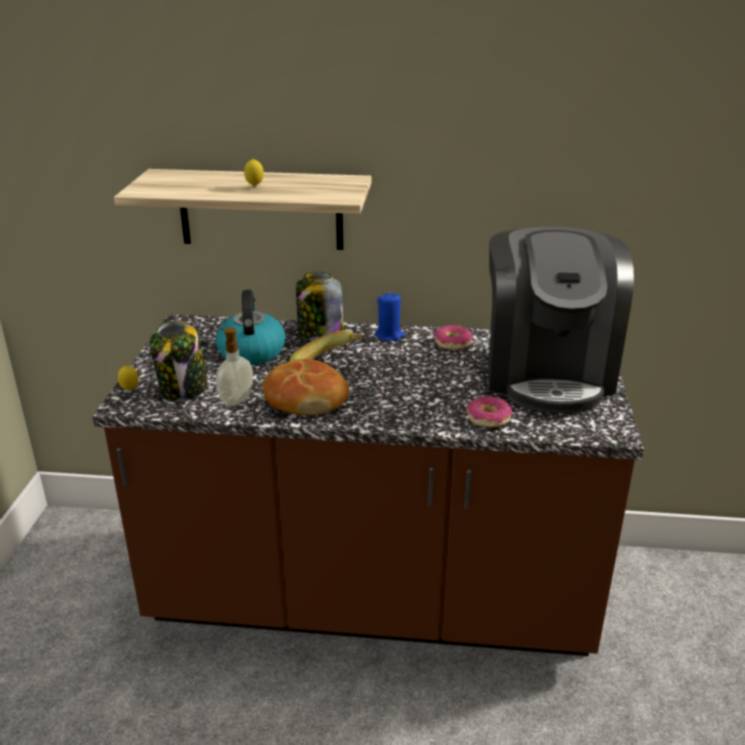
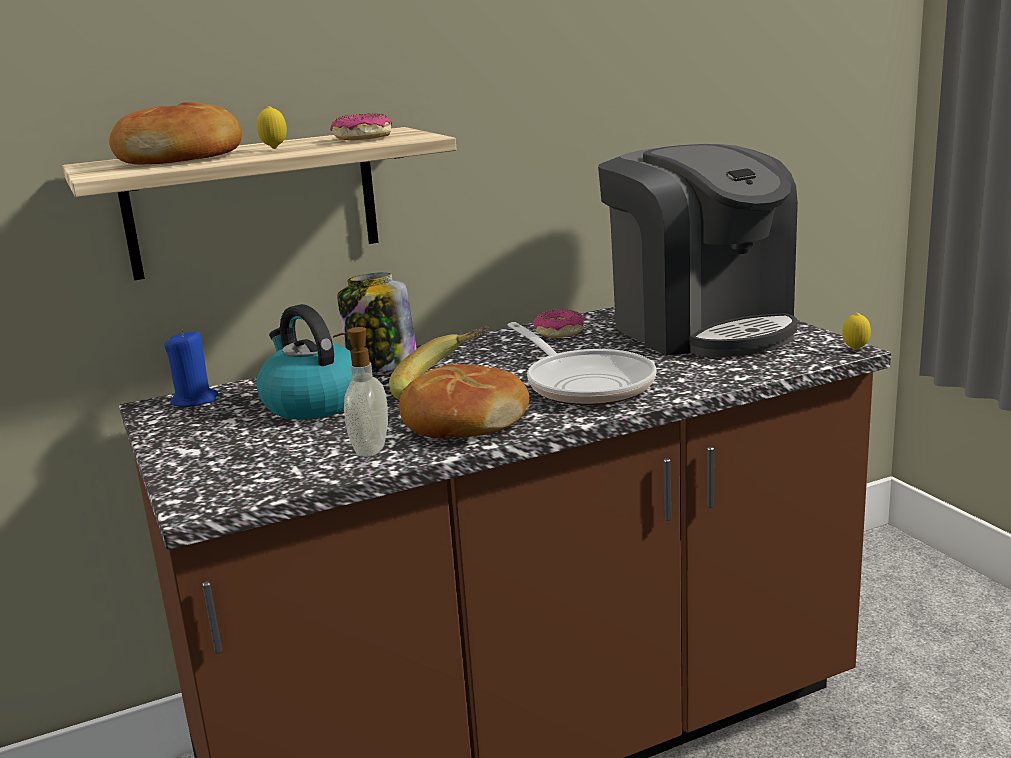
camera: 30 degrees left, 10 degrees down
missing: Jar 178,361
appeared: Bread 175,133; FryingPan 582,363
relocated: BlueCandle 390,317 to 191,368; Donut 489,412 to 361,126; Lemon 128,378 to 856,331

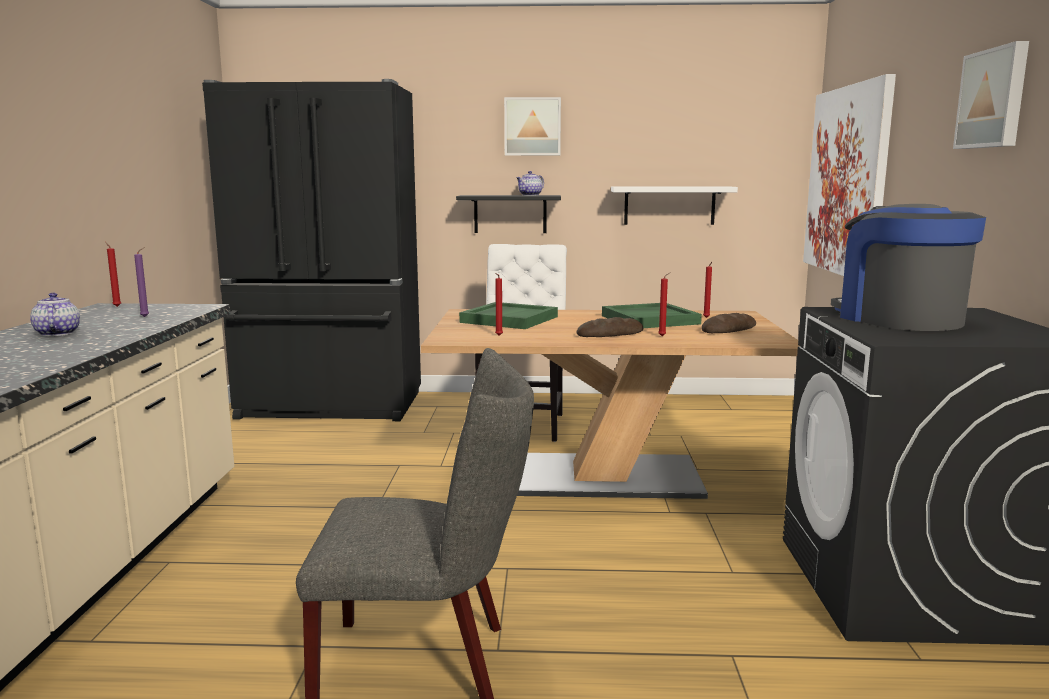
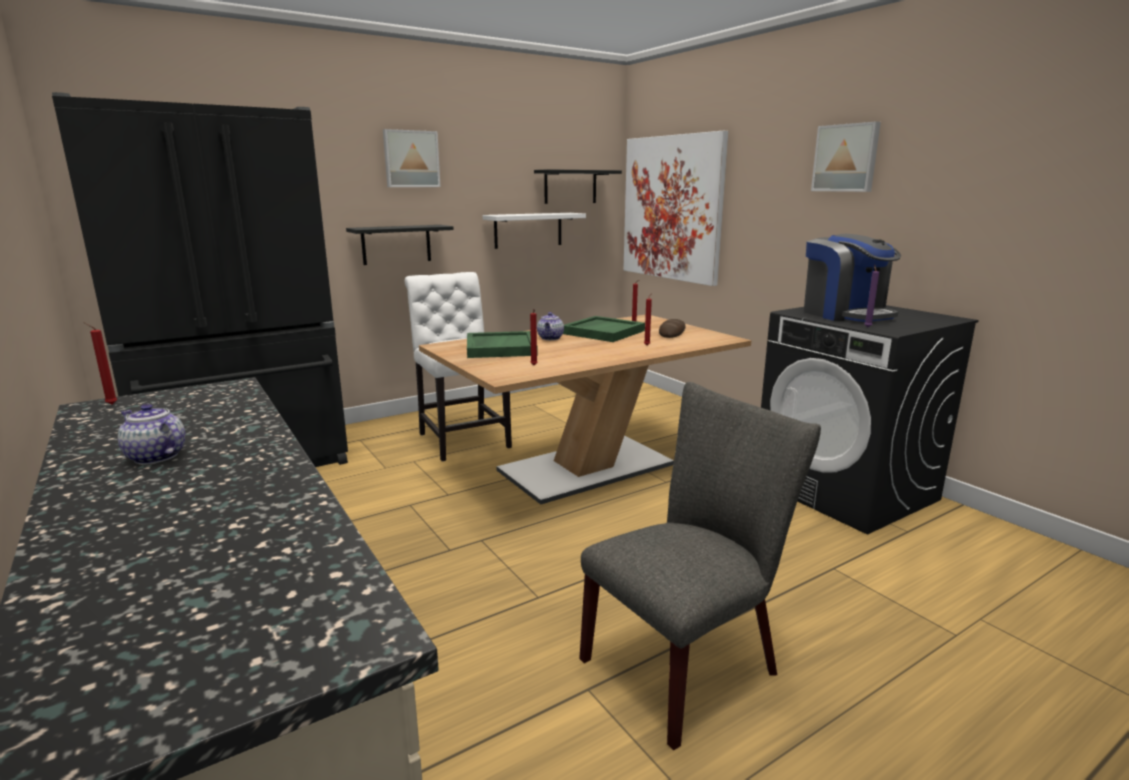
camera: 35 degrees left, 5 degrees up
missing: Bread 610,327
appeared: BlackShelf 578,186
relocated: Teapot 530,183 to 550,326; PurpleCandle 141,282 to 871,296
spun: CoffeeMachine 908,267 = 852,278 150 degrees counterclockwise

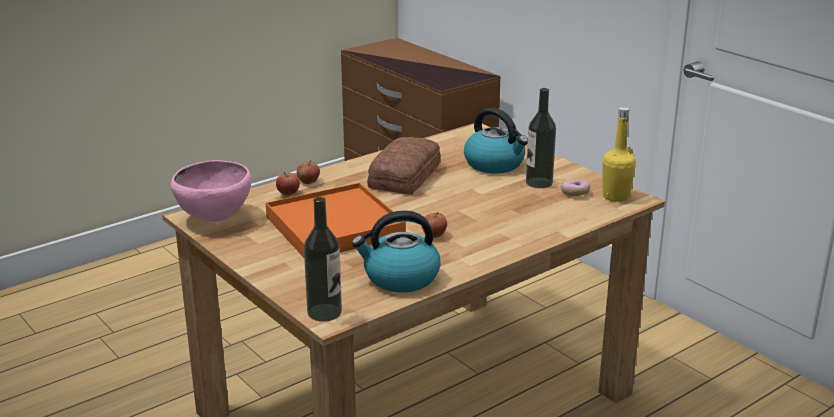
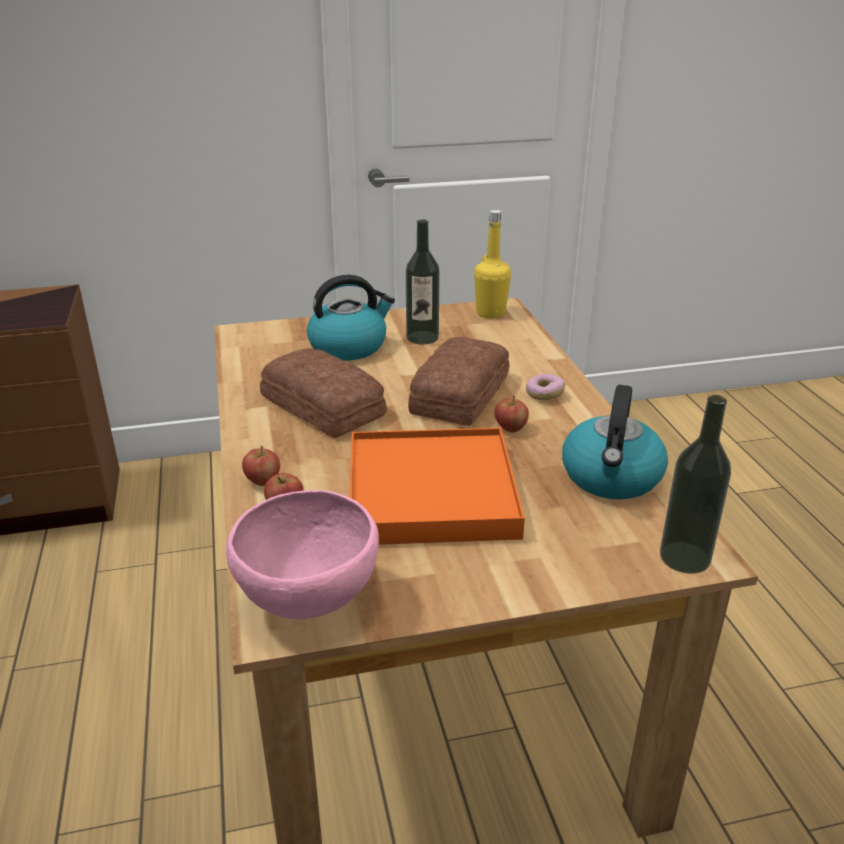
camera: 65 degrees left, 5 degrees up
appeared: Bread 459,381
relocated: Donut 575,188 to 545,387

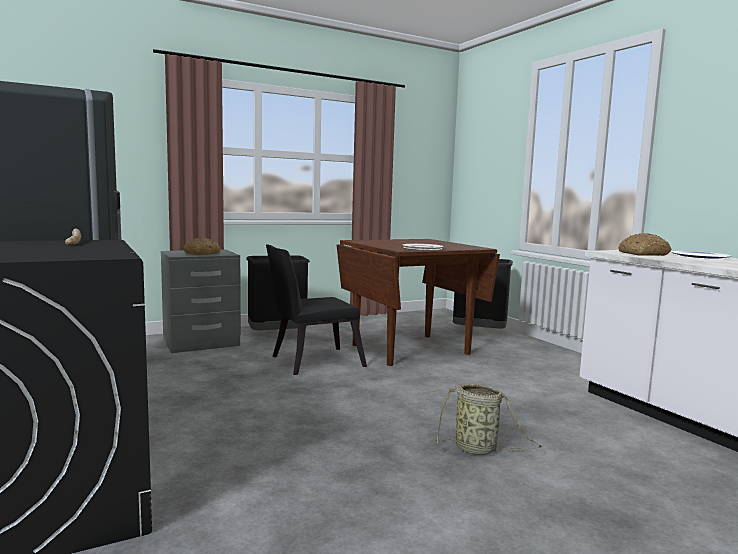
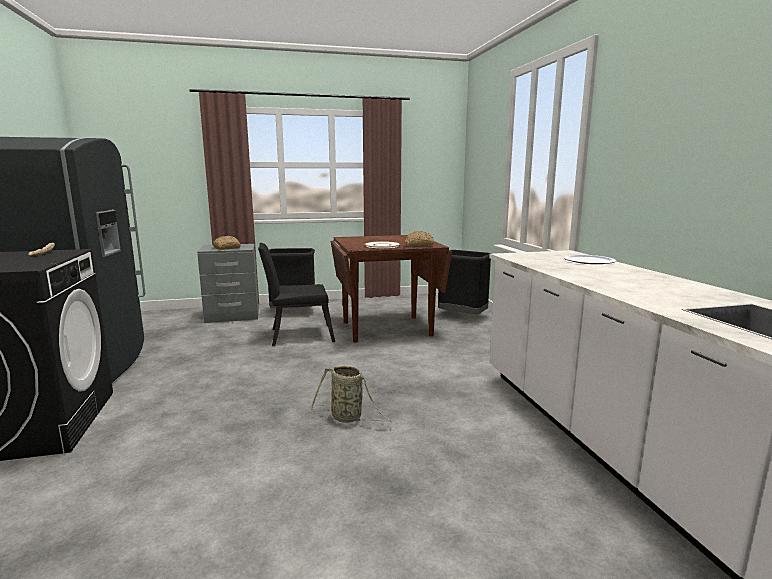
camera: 15 degrees right, 5 degrees up
relocated: Bread 644,244 to 419,239

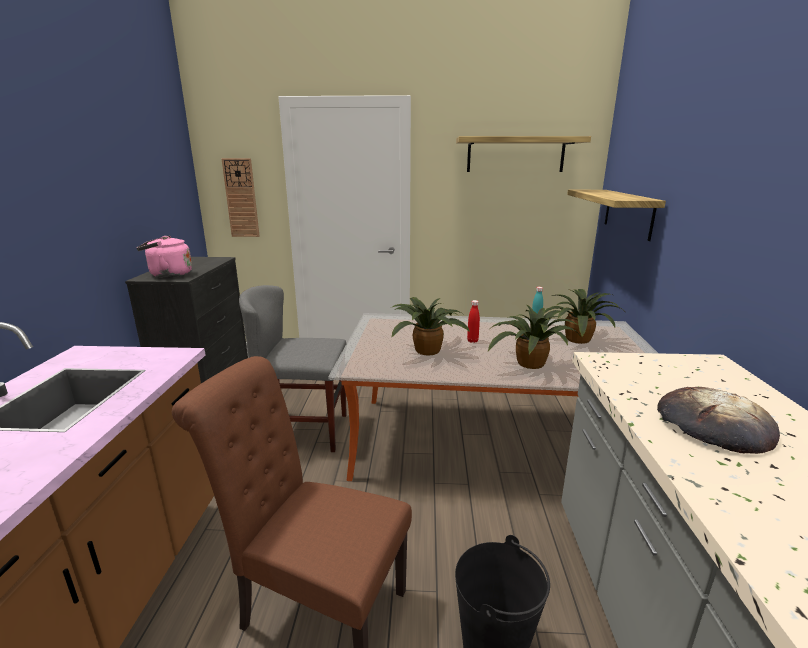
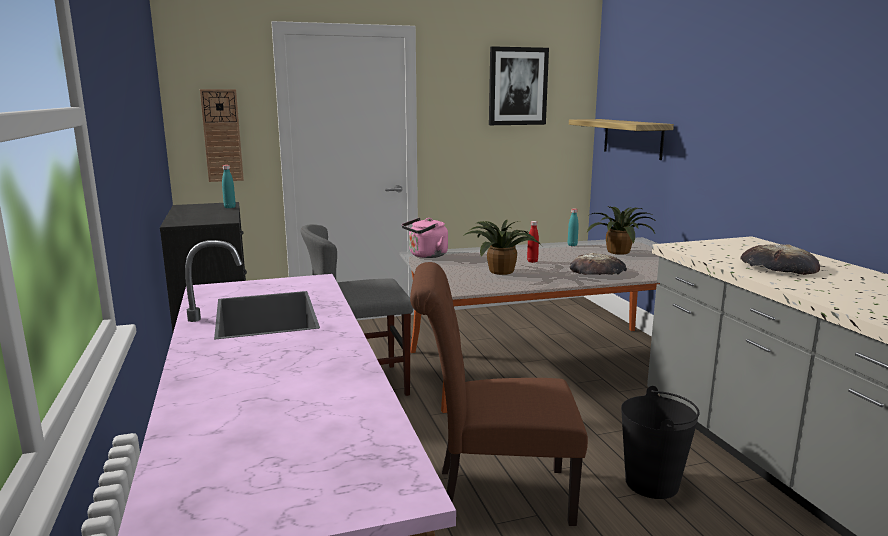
camera: 20 degrees left, 5 degrees down
appeared: TurquoiseBottle 229,186
relocated: PinkKettle 164,257 to 425,238
exchanged: Shelf 523,154 to Picture 519,85; PottedPlant 534,337 to Bread 598,264

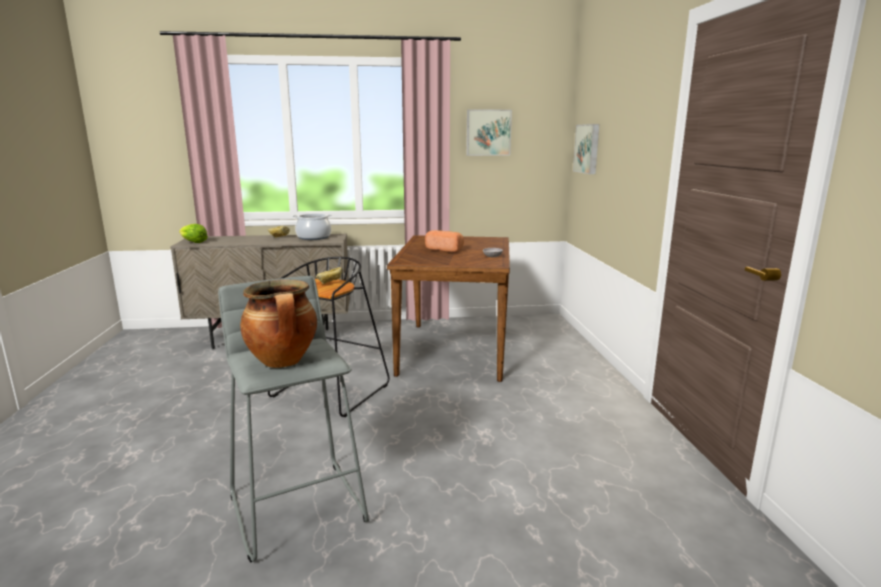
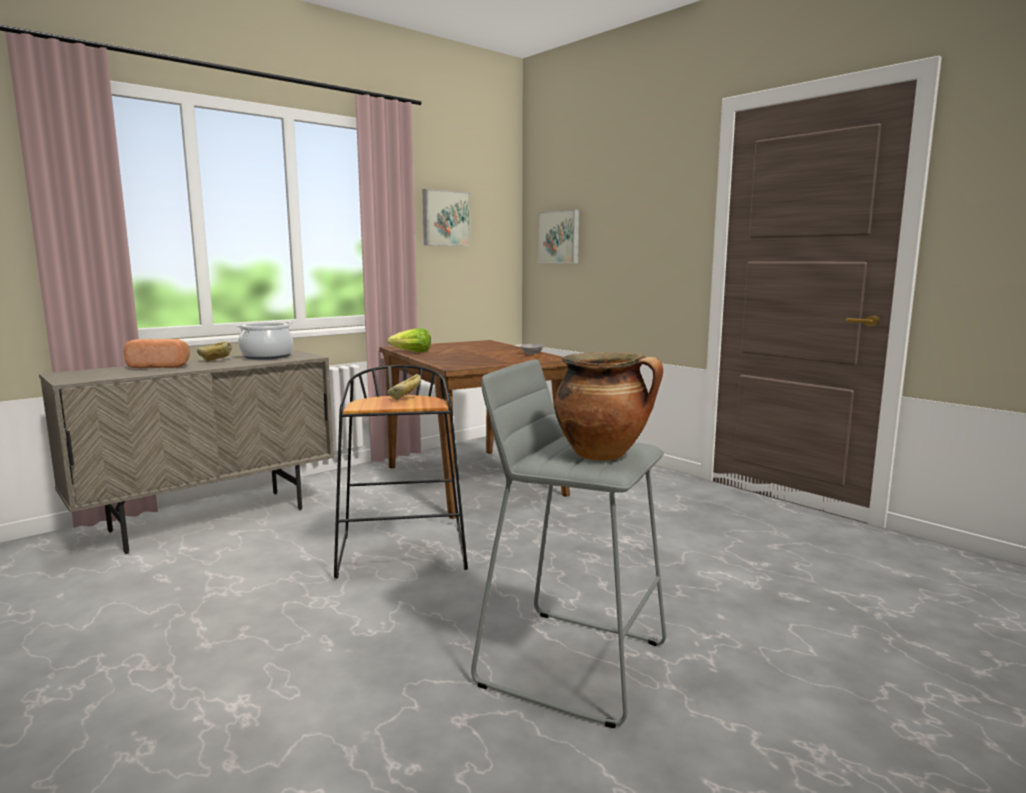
camera: 35 degrees left, 5 degrees down
relocated: Bread 444,241 to 157,353; Lettuce 193,233 to 409,340

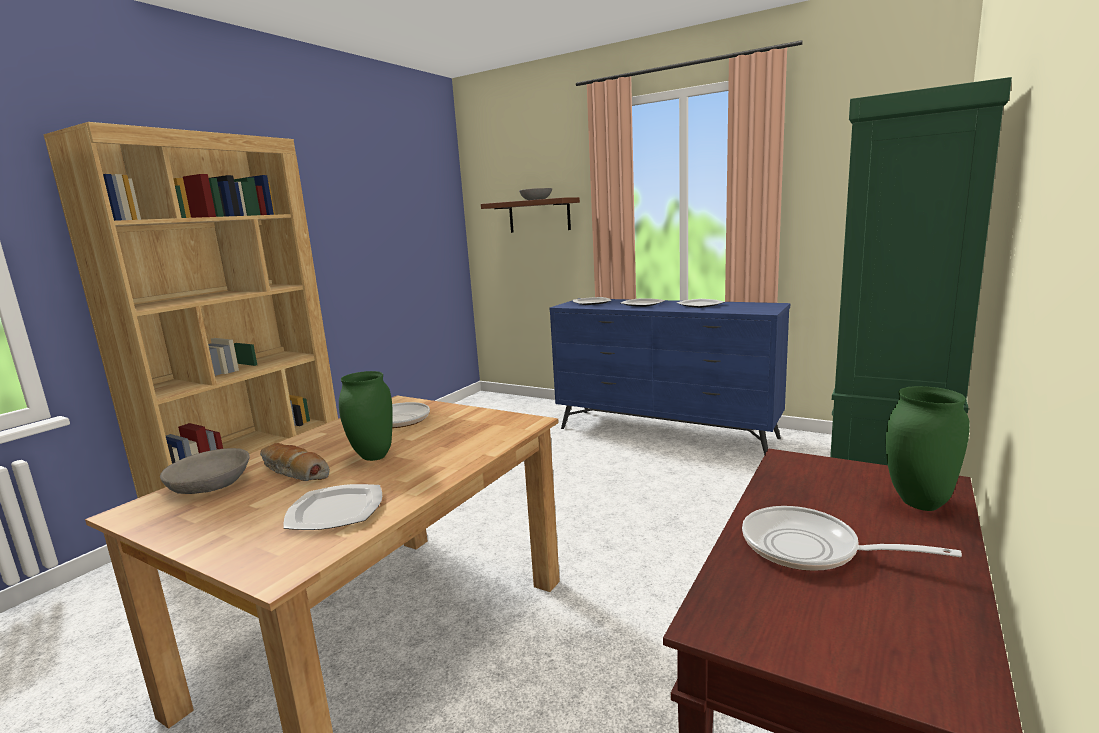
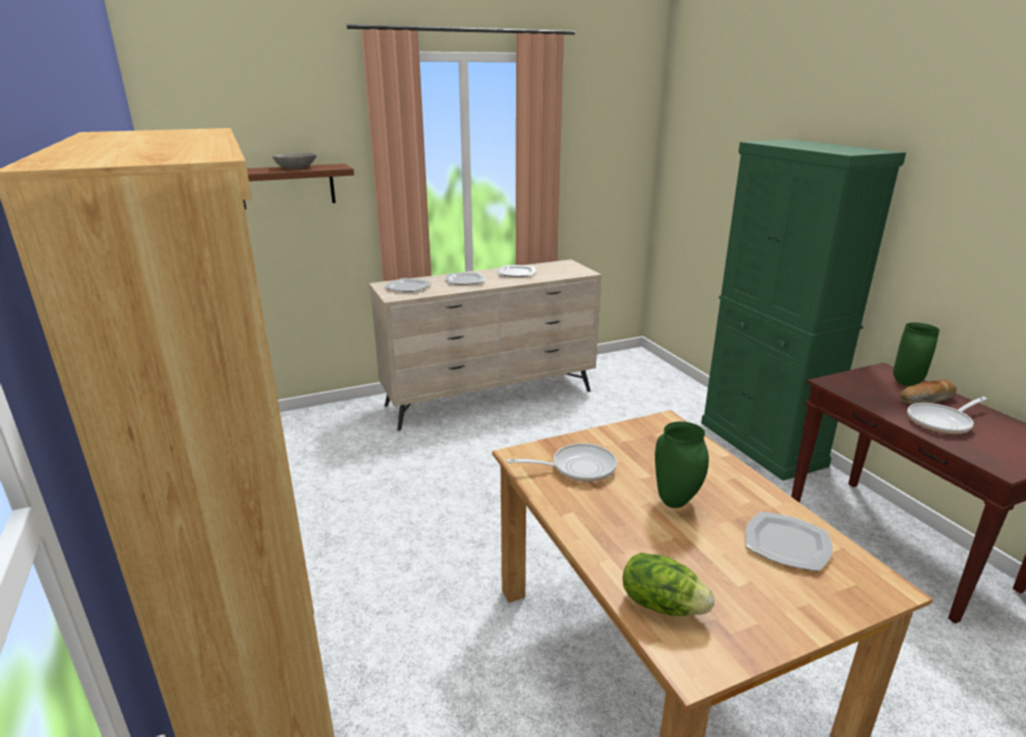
camera: 55 degrees left, 10 degrees up
relocated: Bread 295,462 to 928,392
exchanged: GreyBowl 205,471 to Lettuce 668,584
colour: BlueDresser 669,376 to BeigeDresser 485,345

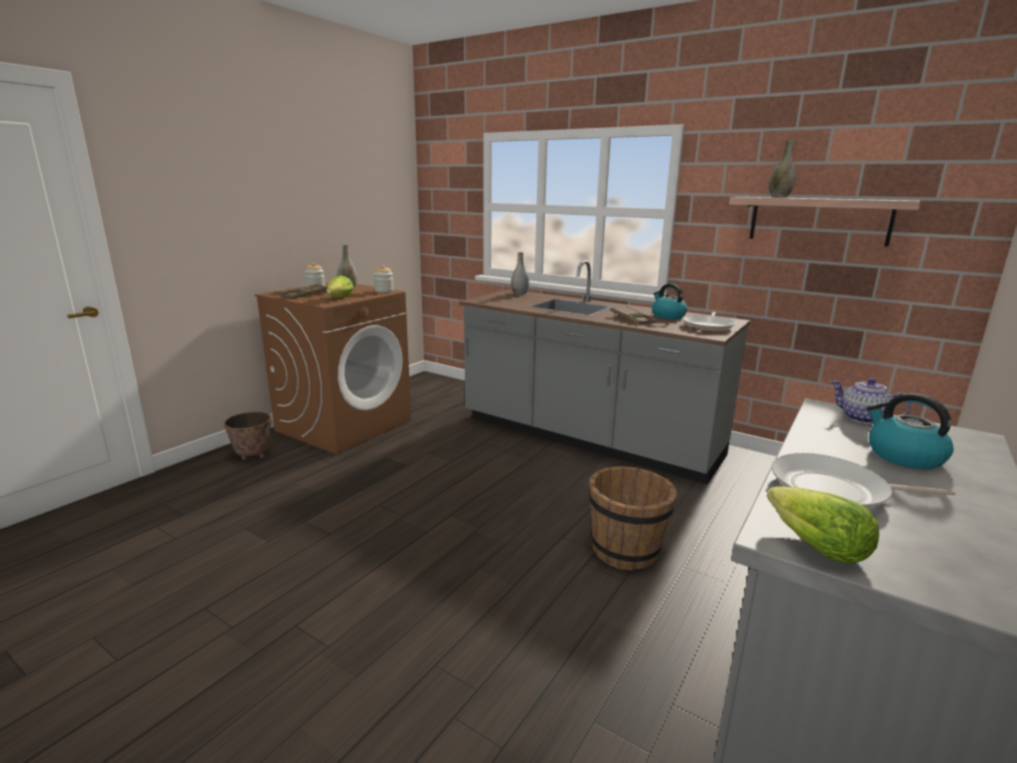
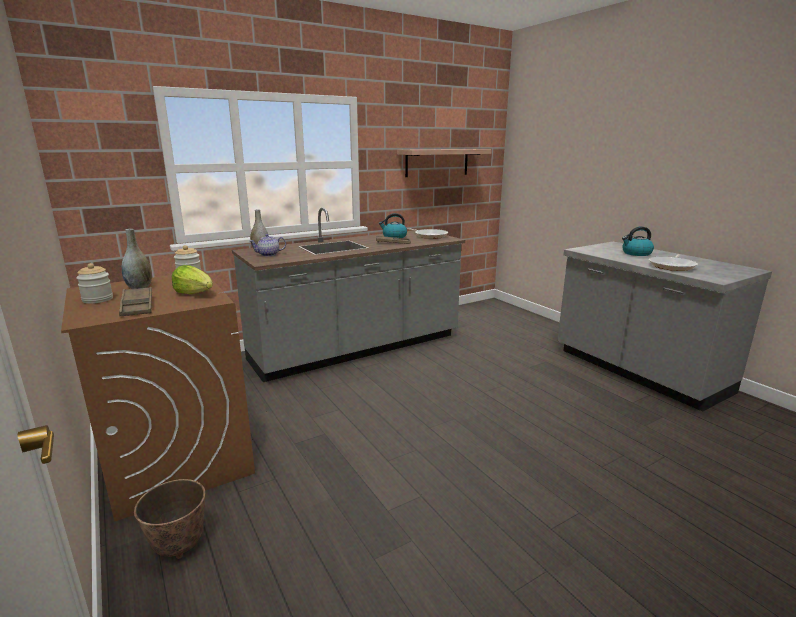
camera: 65 degrees left, 0 degrees up
missing: BrownBucket 633,518; Lettuce 823,525; GreyVase 782,168
relocated: Teapot 871,401 to 268,245

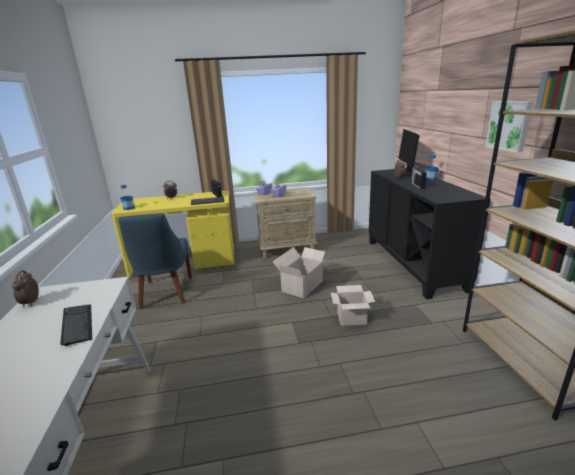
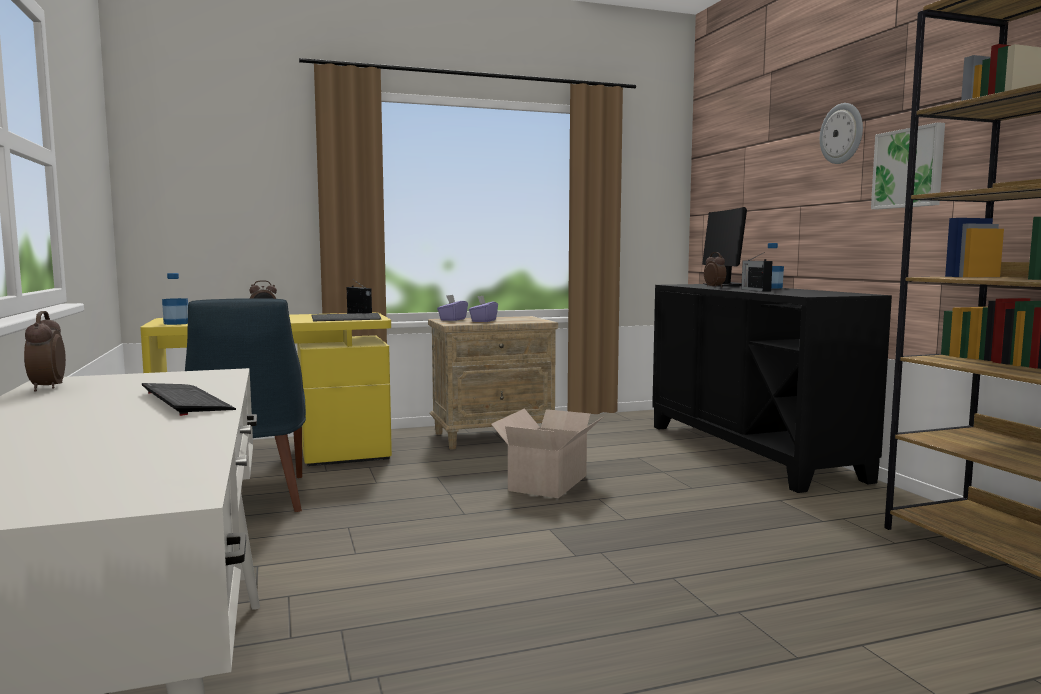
camera: 10 degrees left, 15 degrees down
missing: CardboardBox 353,305
appeared: WallClock 841,133

